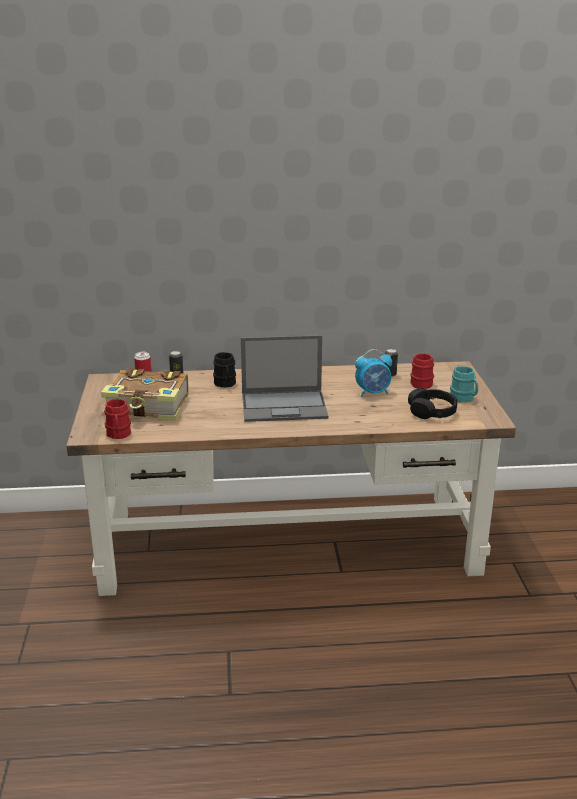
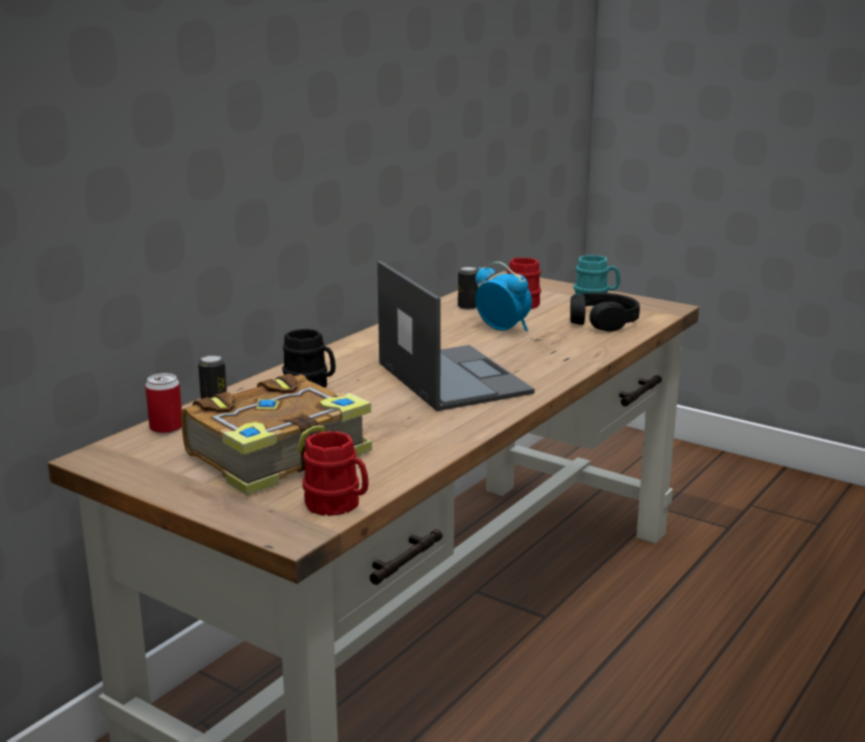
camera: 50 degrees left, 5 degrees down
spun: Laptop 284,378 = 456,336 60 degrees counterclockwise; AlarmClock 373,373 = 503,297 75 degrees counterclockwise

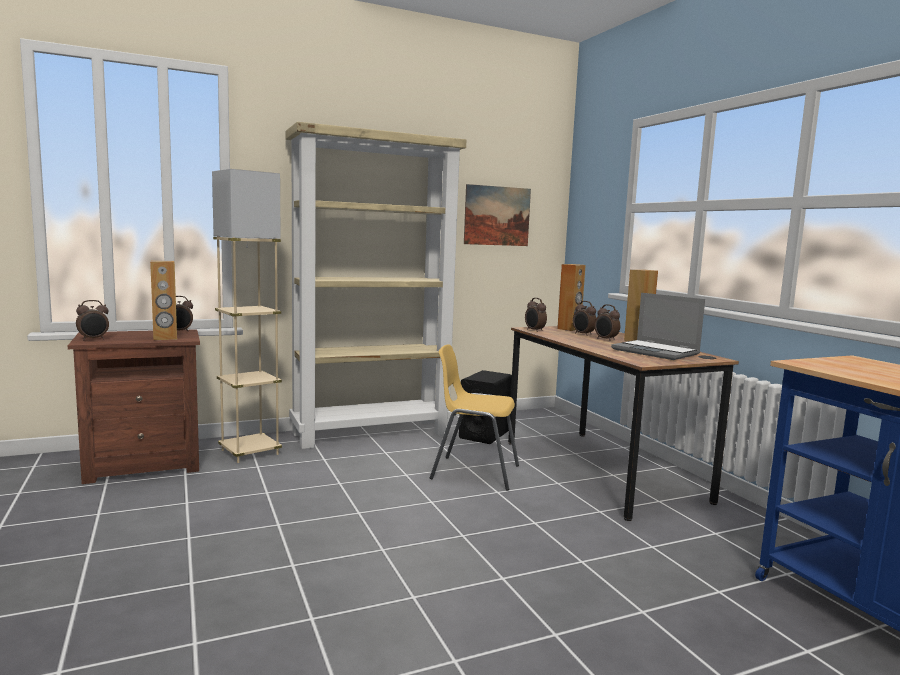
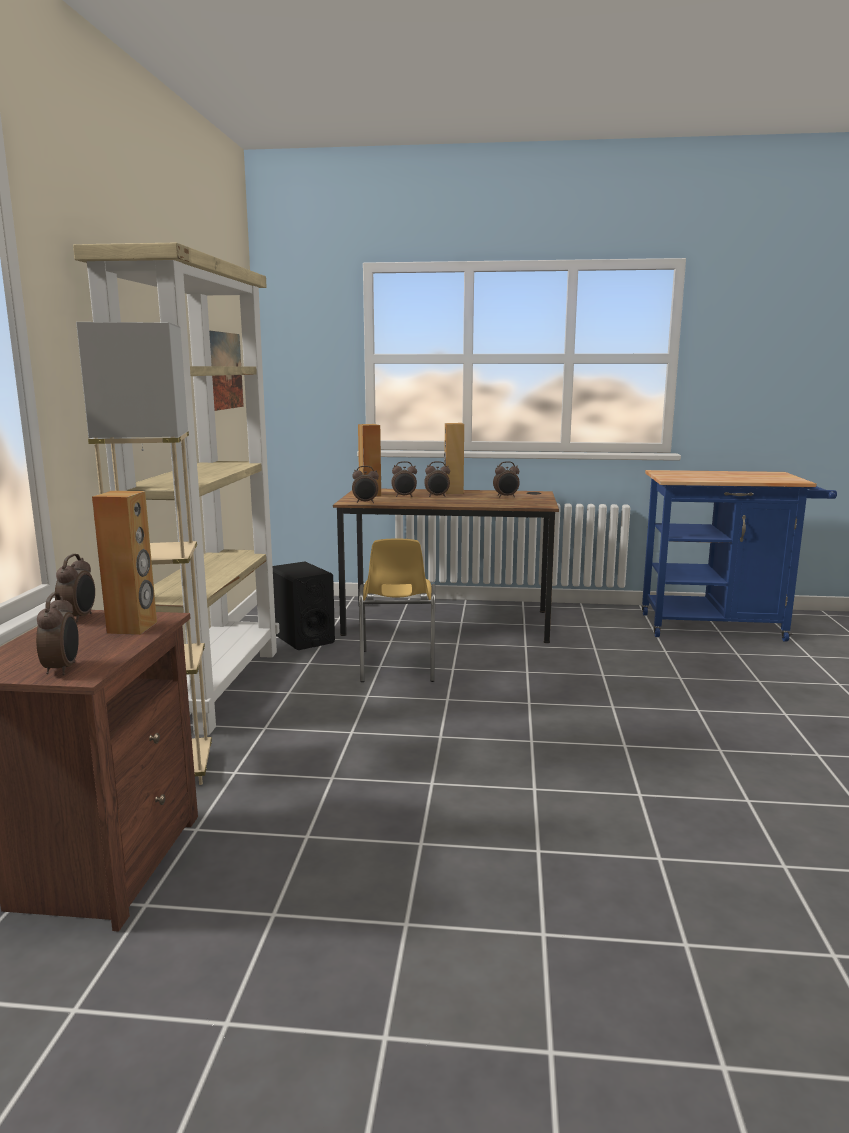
camera: 60 degrees left, 5 degrees up
exchanged: Laptop 658,326 to AlarmClock 506,479
spun: YellowChair 474,417 = 397,610 45 degrees counterclockwise

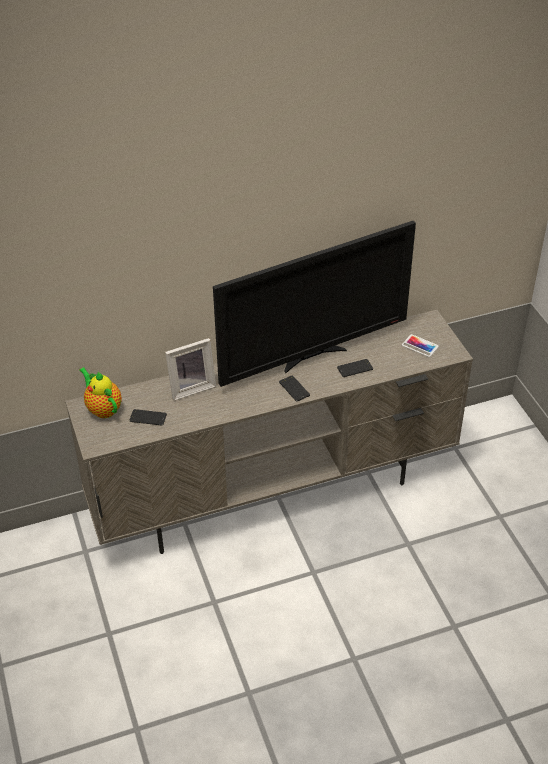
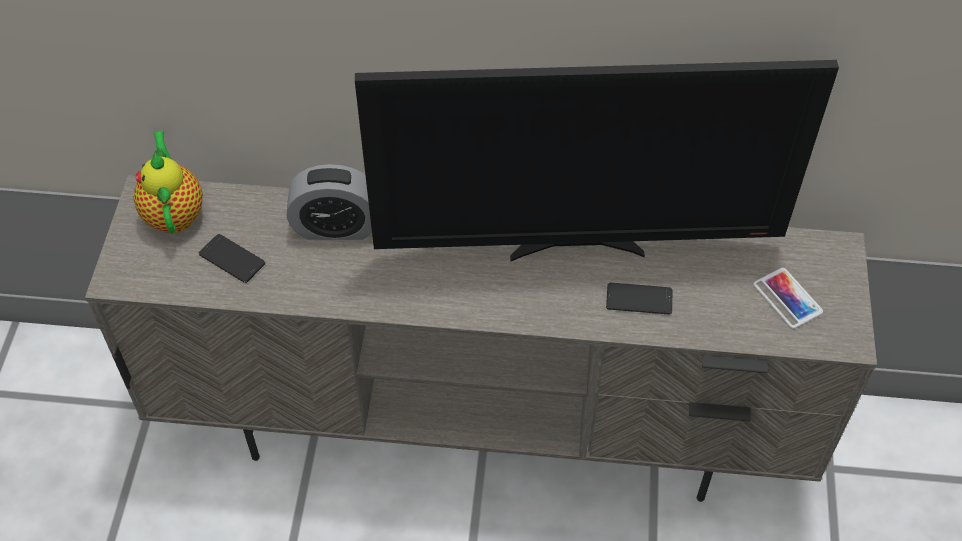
camera: 25 degrees right, 10 degrees up
missing: Phone 294,388
exchanged: PictureFrame 190,369 to AlarmClock 329,202

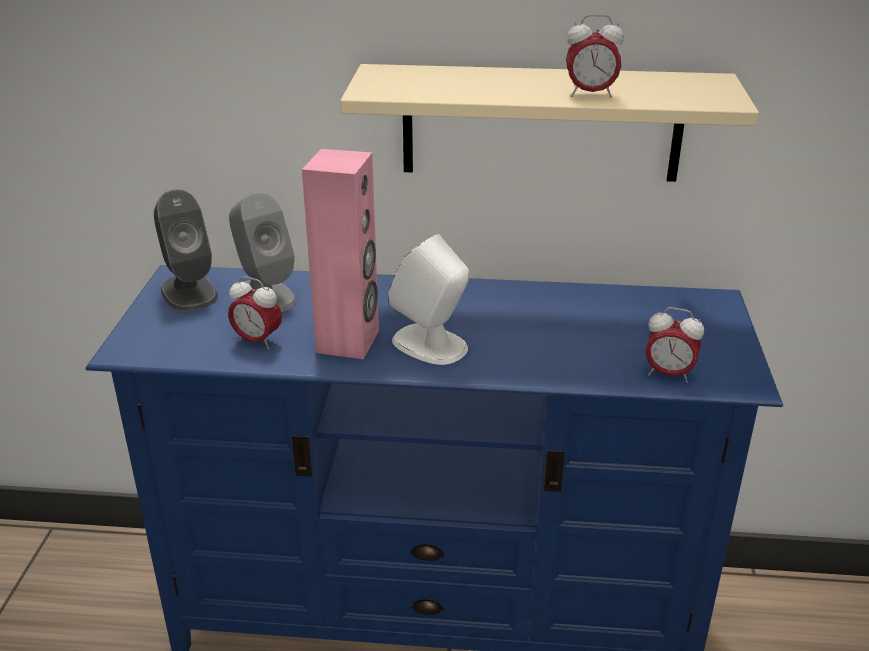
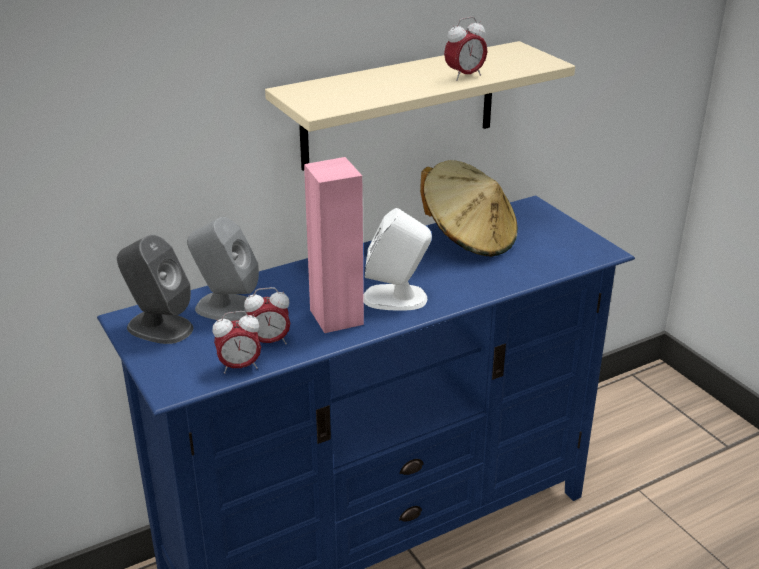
camera: 35 degrees left, 0 degrees up
appeared: BeigeHat 469,208
relocated: AlarmClock 674,345 to 236,342

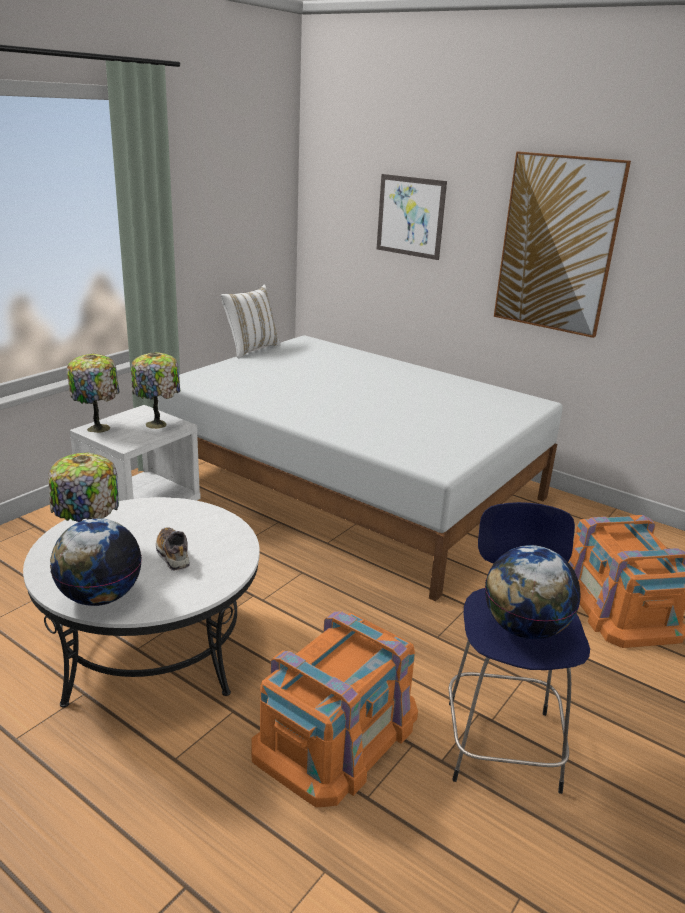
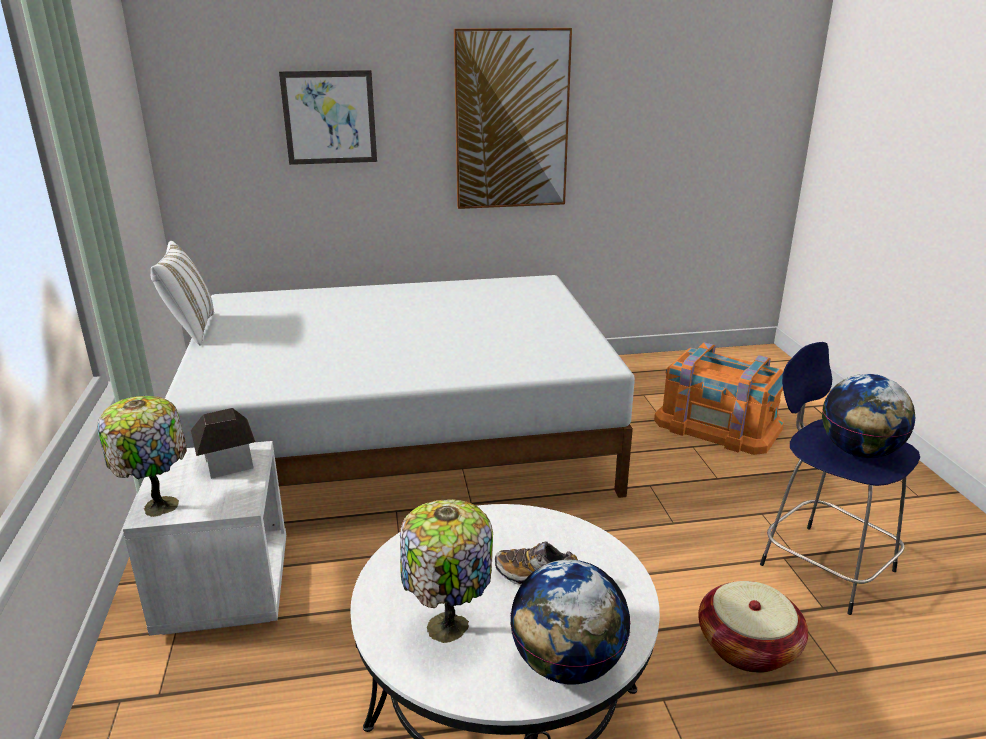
camera: 45 degrees left, 0 degrees up
exchanged: TableLamp 155,390 to ToyHouse 223,443; OrangeStorageBox 334,709 to Basket 753,627

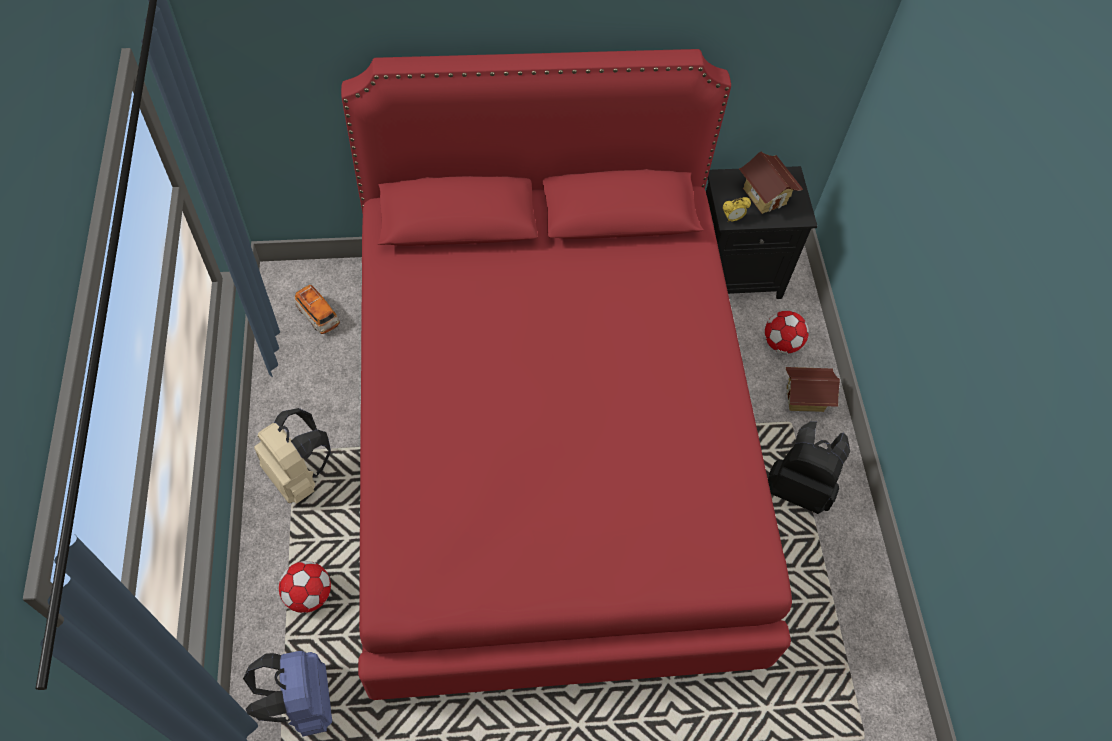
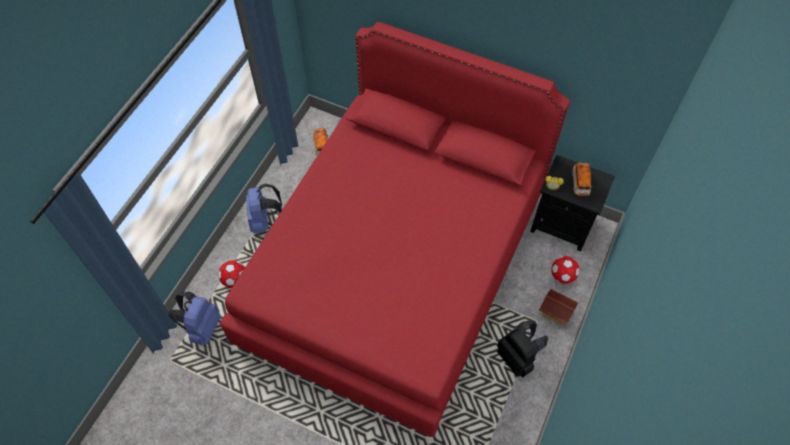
camera: 35 degrees right, 0 degrees up
exchanged: ToyHouse 771,182 to ToyCar 582,179
colour: BeigeBackpack 292,456 to BlueBackpack 264,208

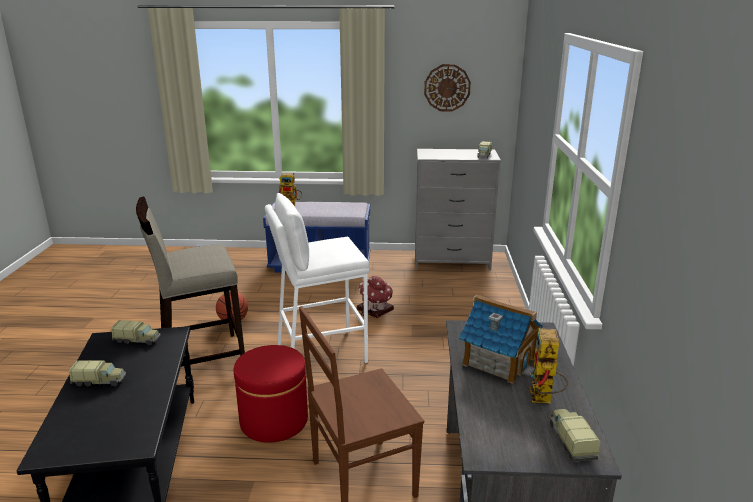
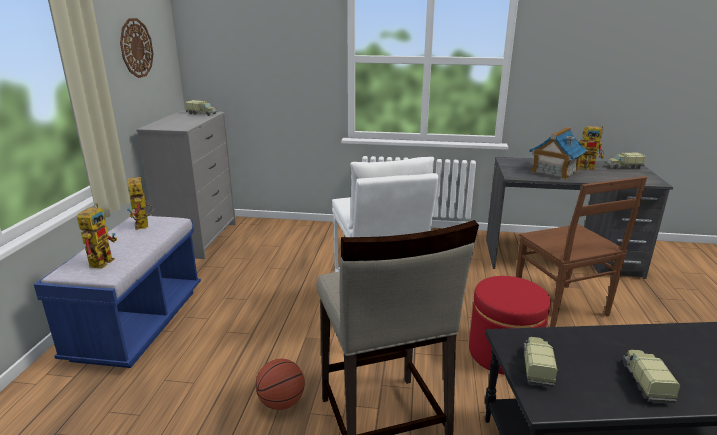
camera: 85 degrees left, 0 degrees up
missing: ToyHouse 375,297
appeared: ToyRobot 140,203

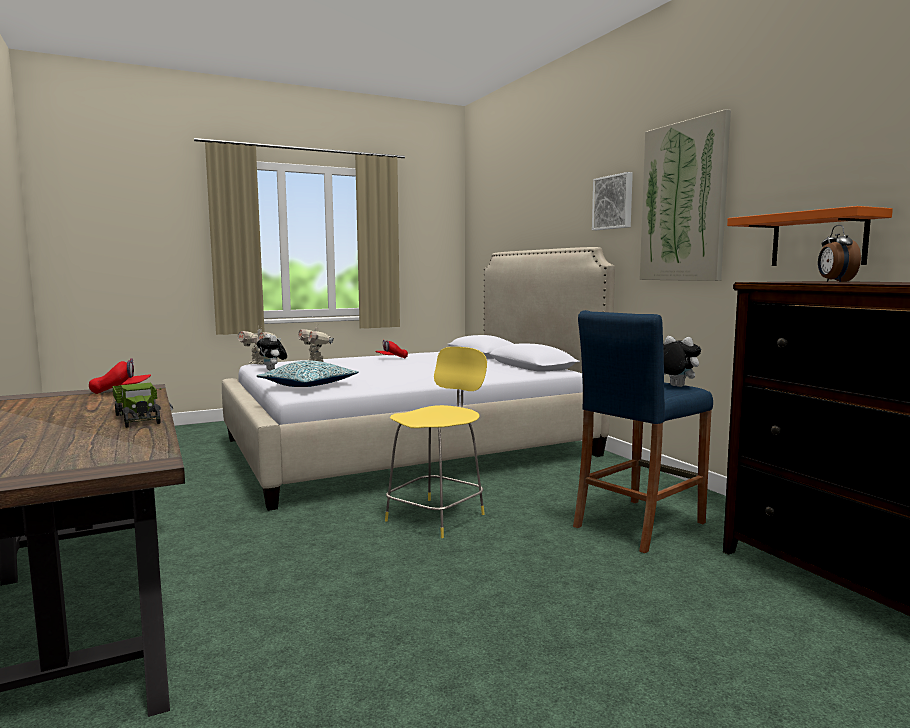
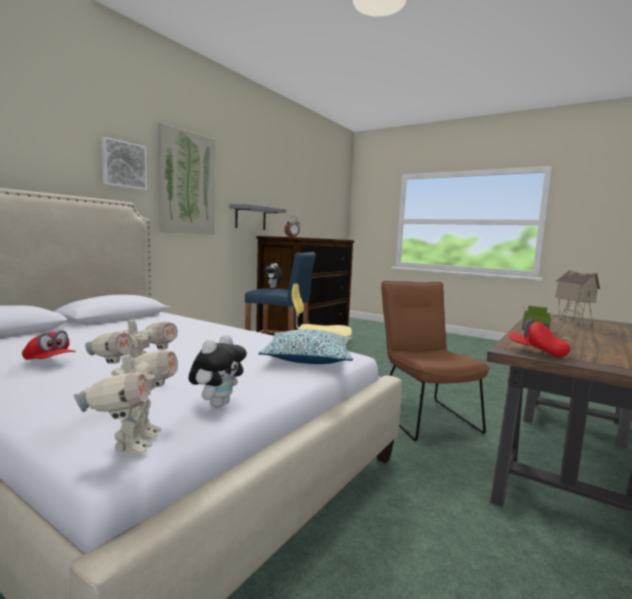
camera: 120 degrees left, 0 degrees up
appeared: BrownChair 435,361; ToyHouse 577,297
colour: OrangeShelf 810,236 to GreyShelf 258,217

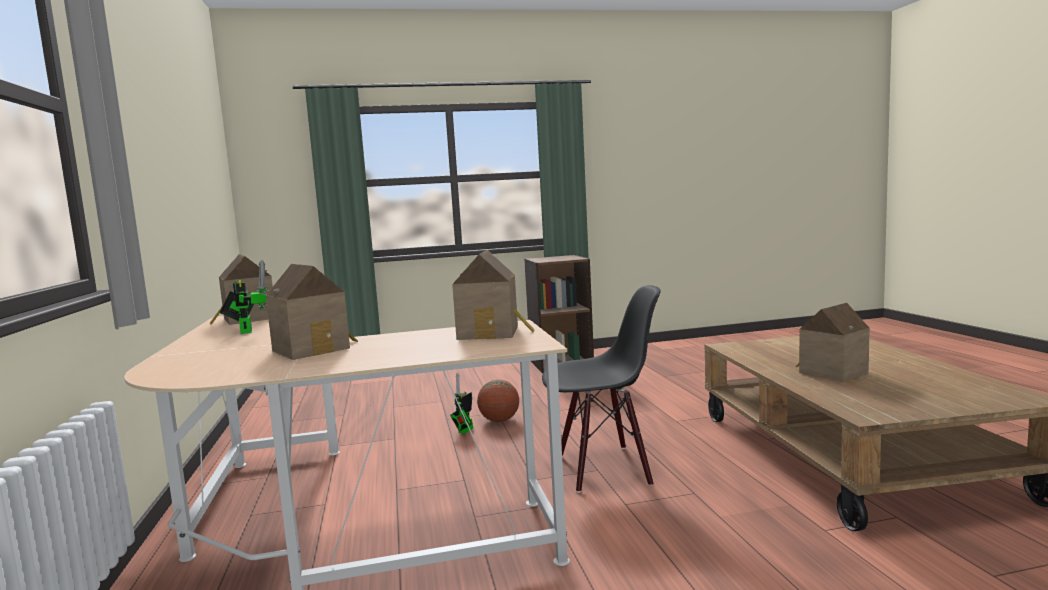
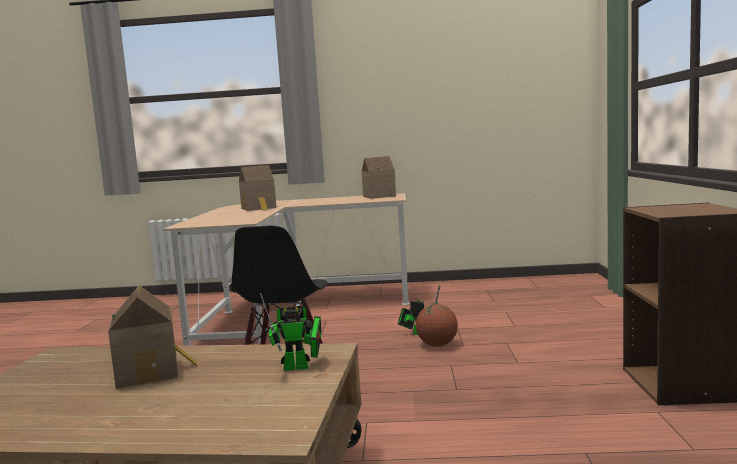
camera: 105 degrees right, 0 degrees up
missing: ToyHouse 493,295
relocated: ToyRobot 244,297 to 290,332

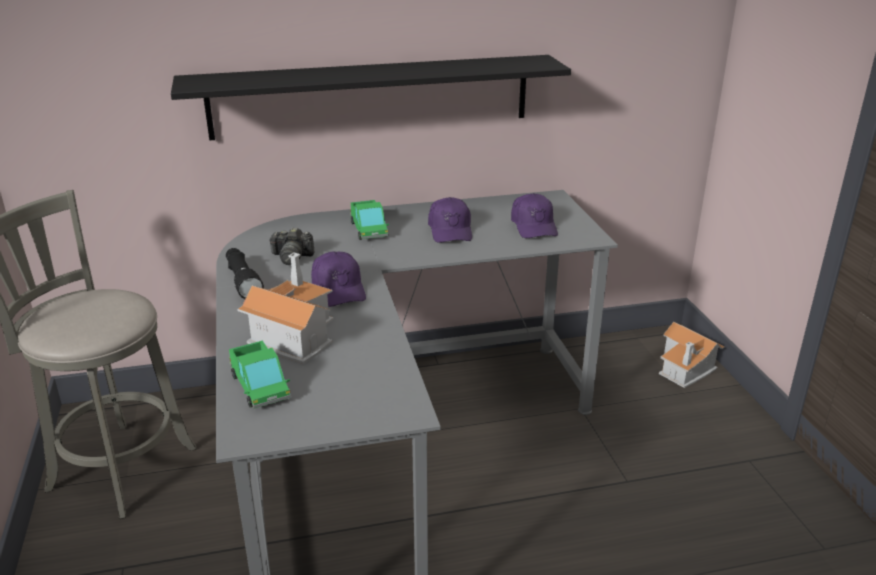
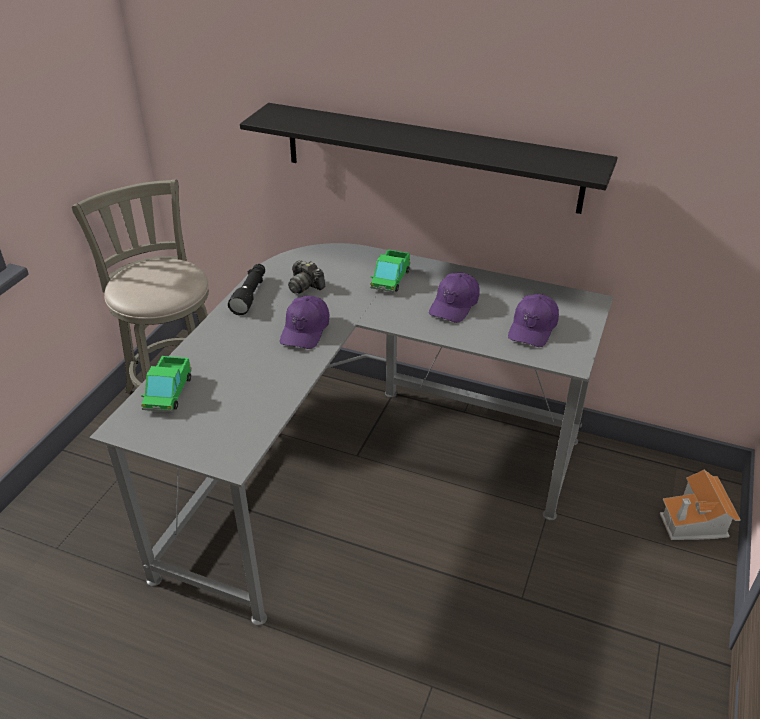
camera: 35 degrees right, 10 degrees up
missing: ToyHouse 286,308

